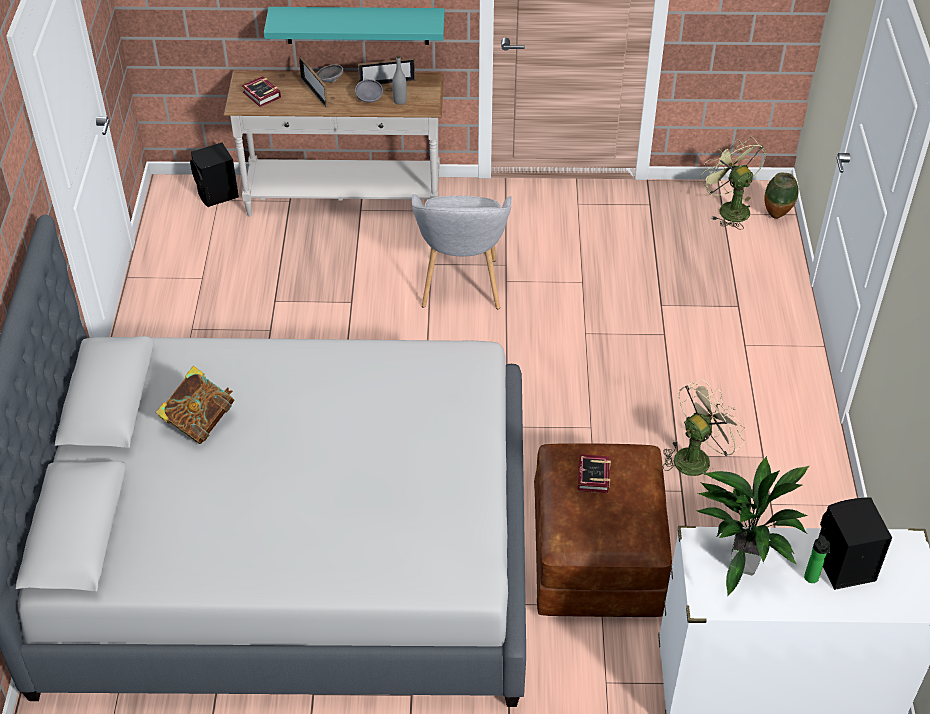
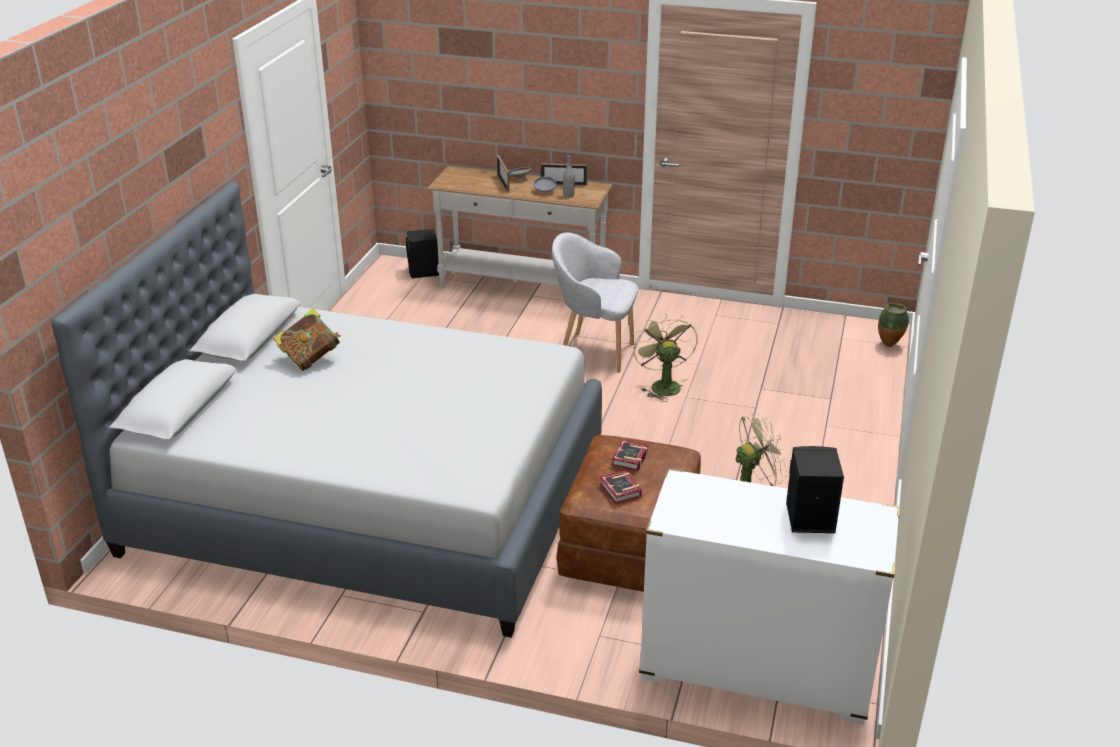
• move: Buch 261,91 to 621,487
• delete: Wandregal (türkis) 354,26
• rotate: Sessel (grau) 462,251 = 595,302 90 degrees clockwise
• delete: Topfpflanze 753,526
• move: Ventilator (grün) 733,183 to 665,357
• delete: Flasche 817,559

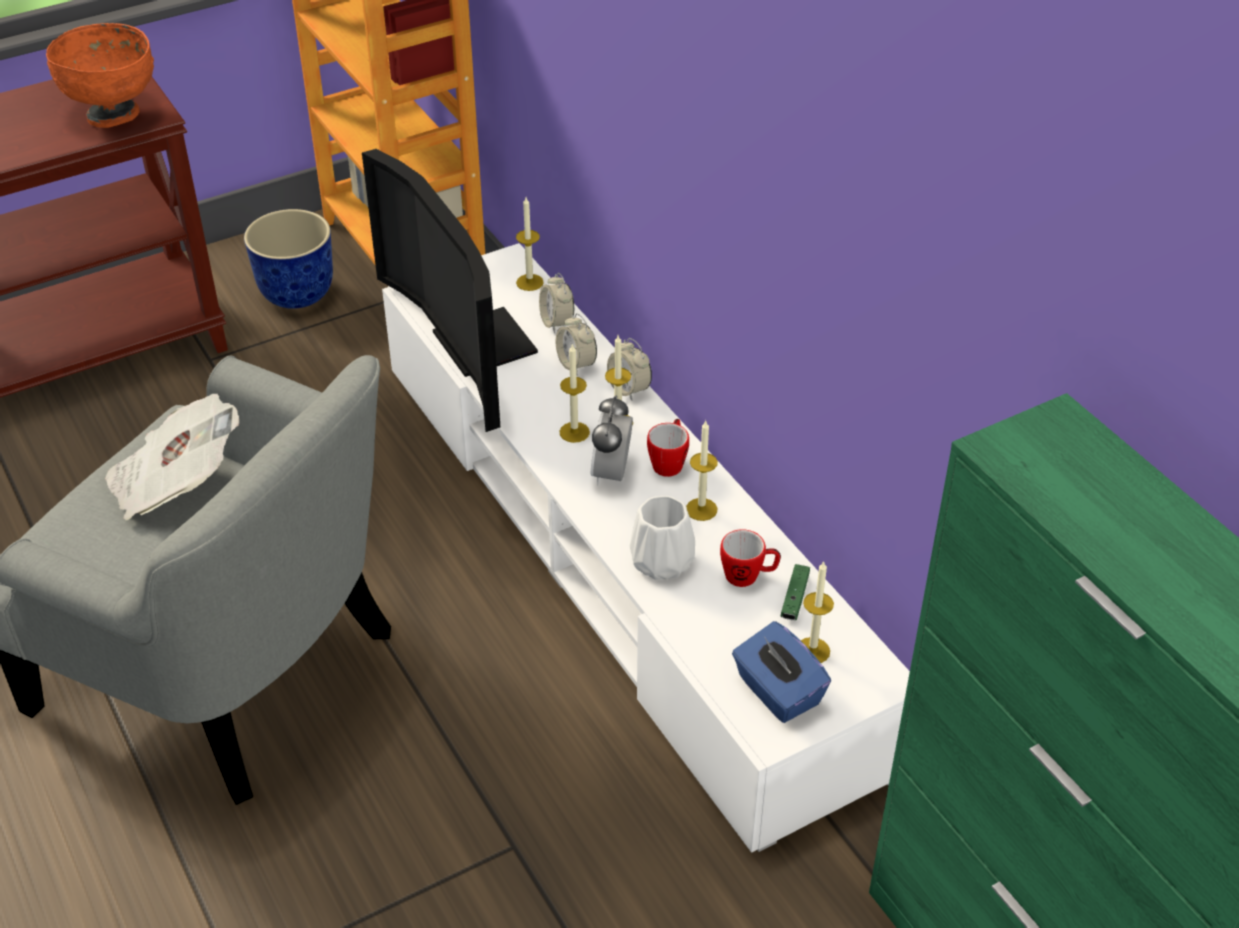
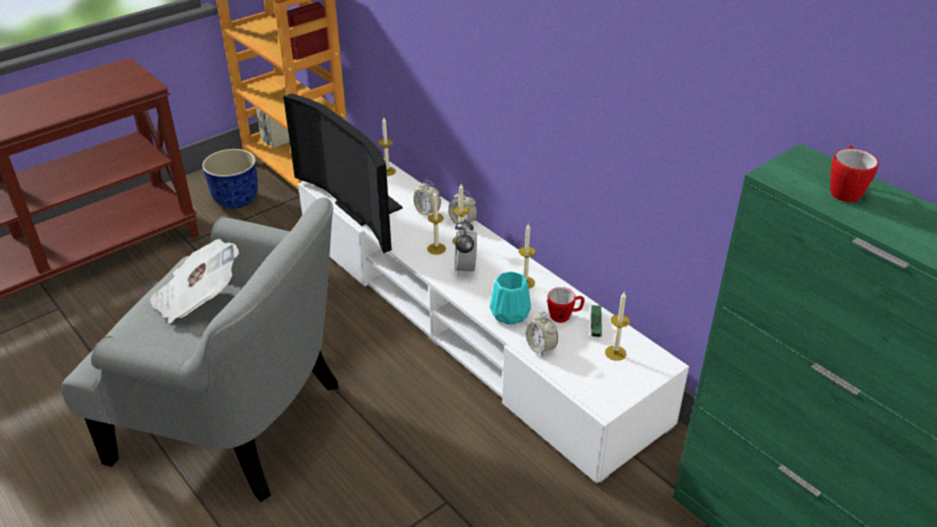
• delete: Schüssel (orange) 100,75
• move: Wecker 556,303 to 542,334
• recolor: Vase (weiß) 662,538 to Vase (türkis) 510,298
• move: Henkelbecher 668,448 to 854,173
• delete: Taschentuchbox (blau) 781,672

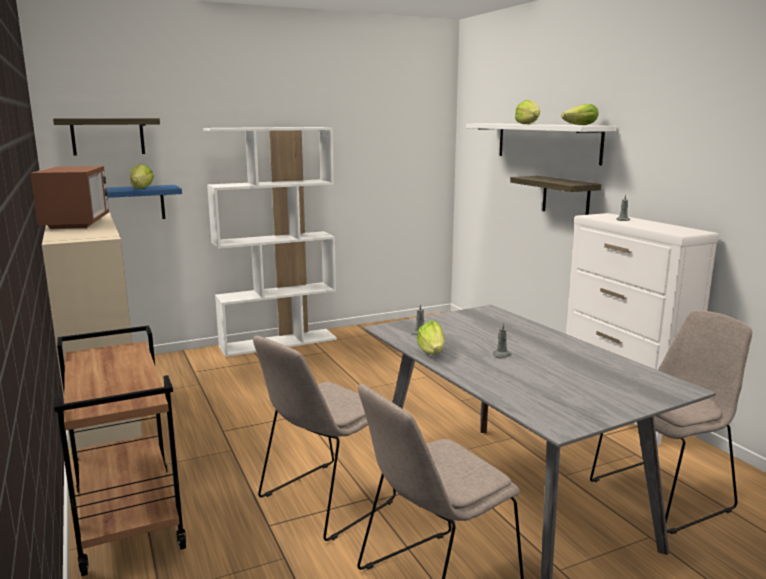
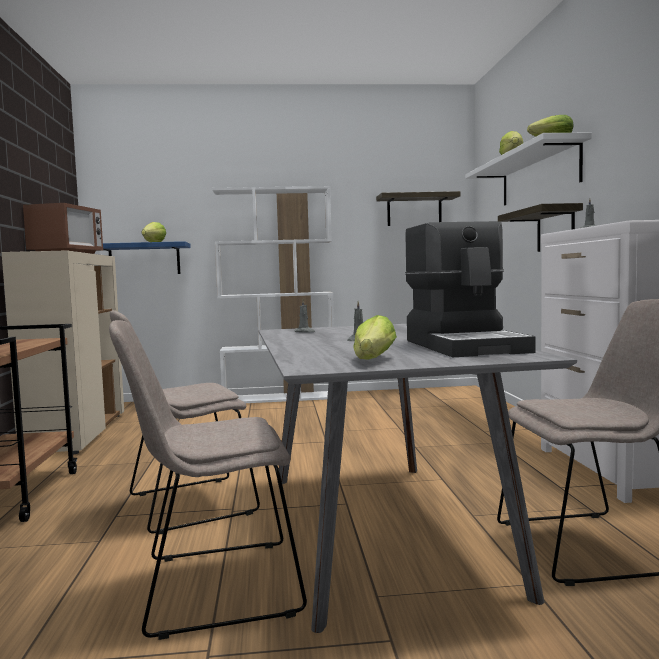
• move: Wandregal 106,137 to 418,208
• move: Salatkopf 430,337 to 375,337
• insert: Kaffeemaschine 470,289

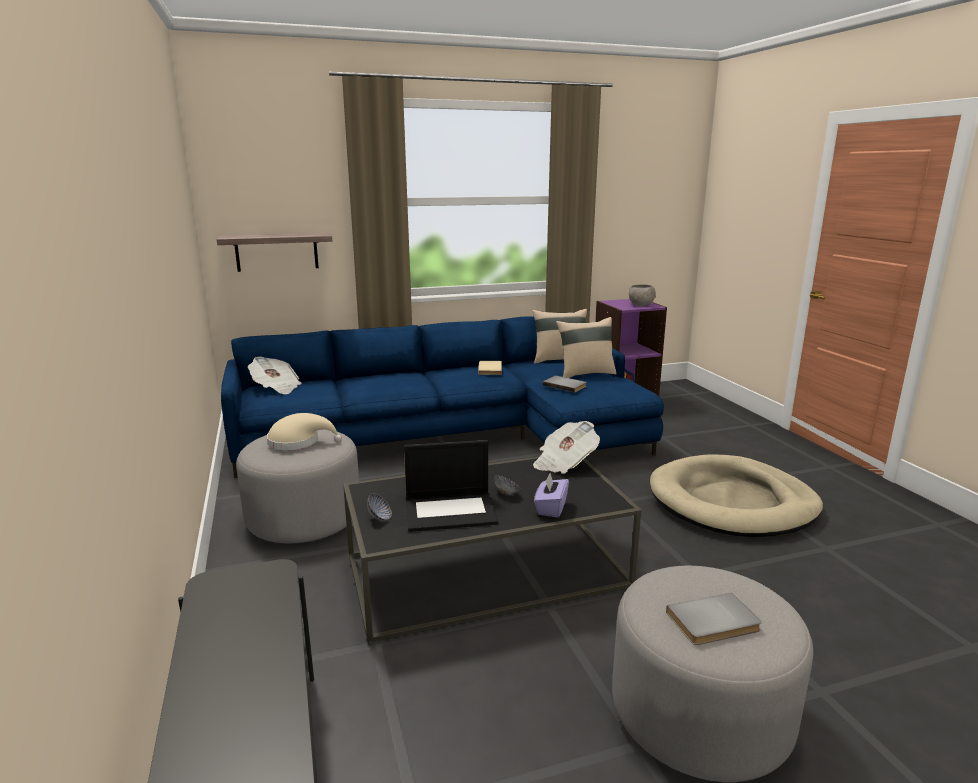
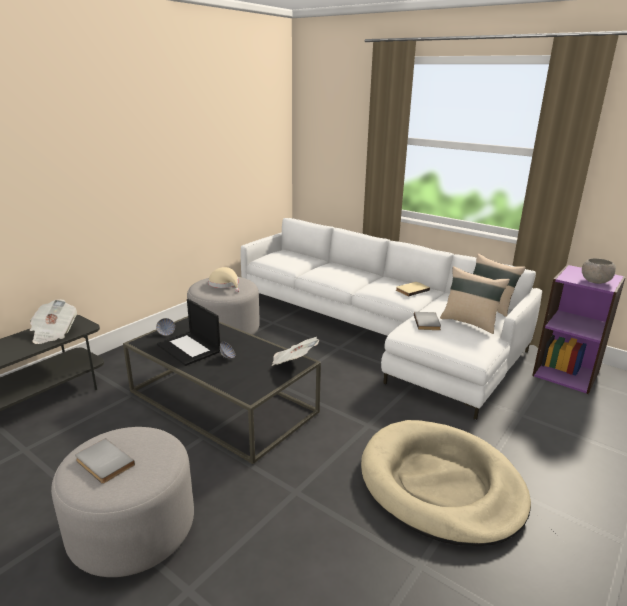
• delete: Wandregal 274,252
• recolor: Sofa (blau) 442,397 to Sofa (weiß) 391,319
• move: Zeitung 274,375 to 53,321
• delete: Taschentuchbox (lila) 551,495

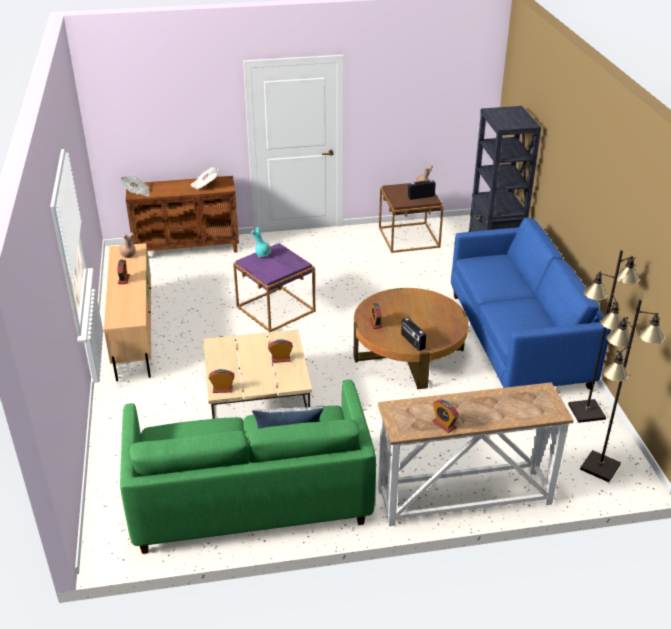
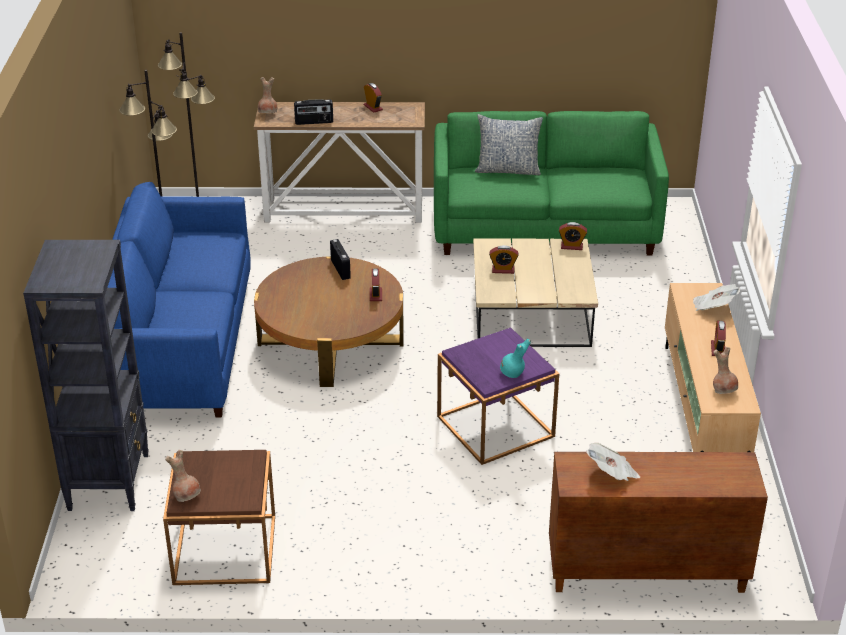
• move: Zeitung 135,186 to 716,297
• move: Radio 422,190 to 313,112
• insert: Vase (braun) 267,95

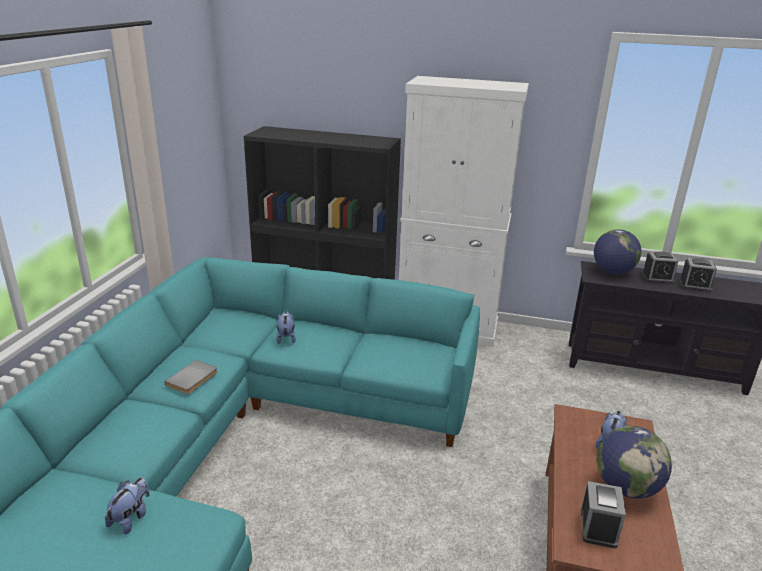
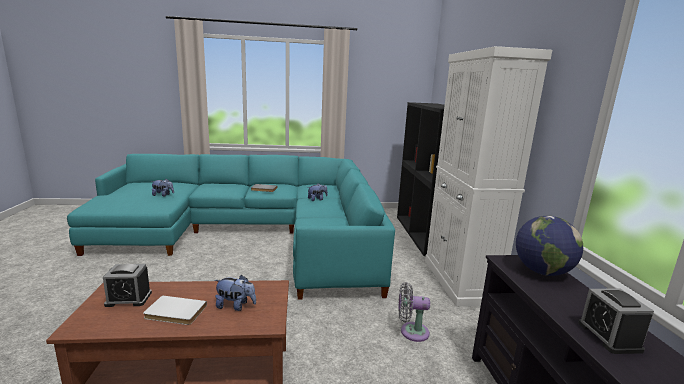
• replace: Globus 634,462 to Buch (weiß) 175,310
• delete: Wecker 659,267
• insert: Ventilator (grau) 414,312

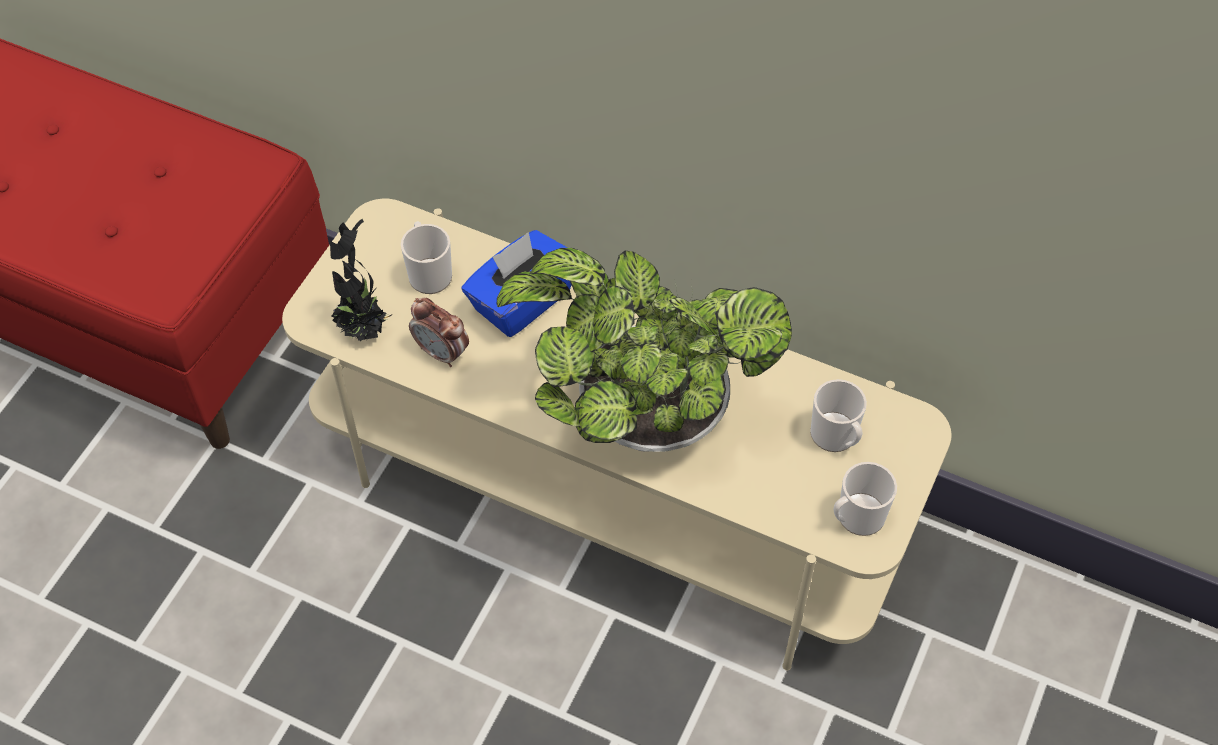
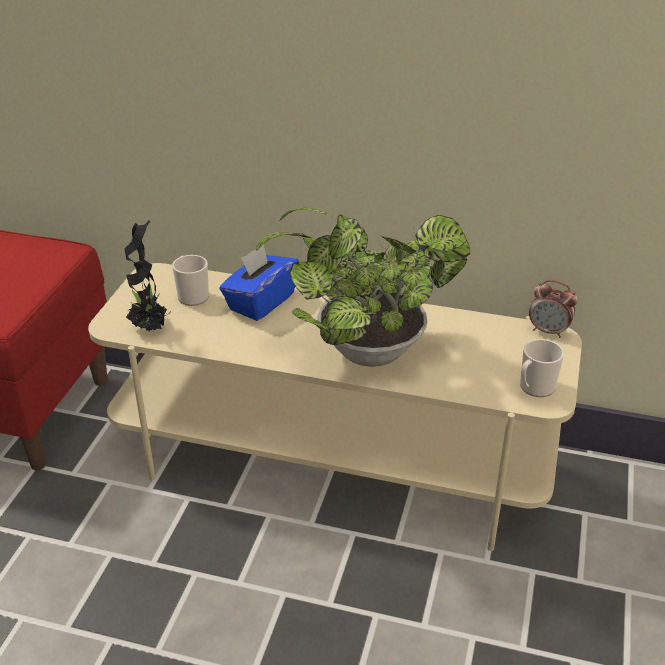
• move: Wecker 439,332 to 553,309
• delete: Henkelbecher 838,415

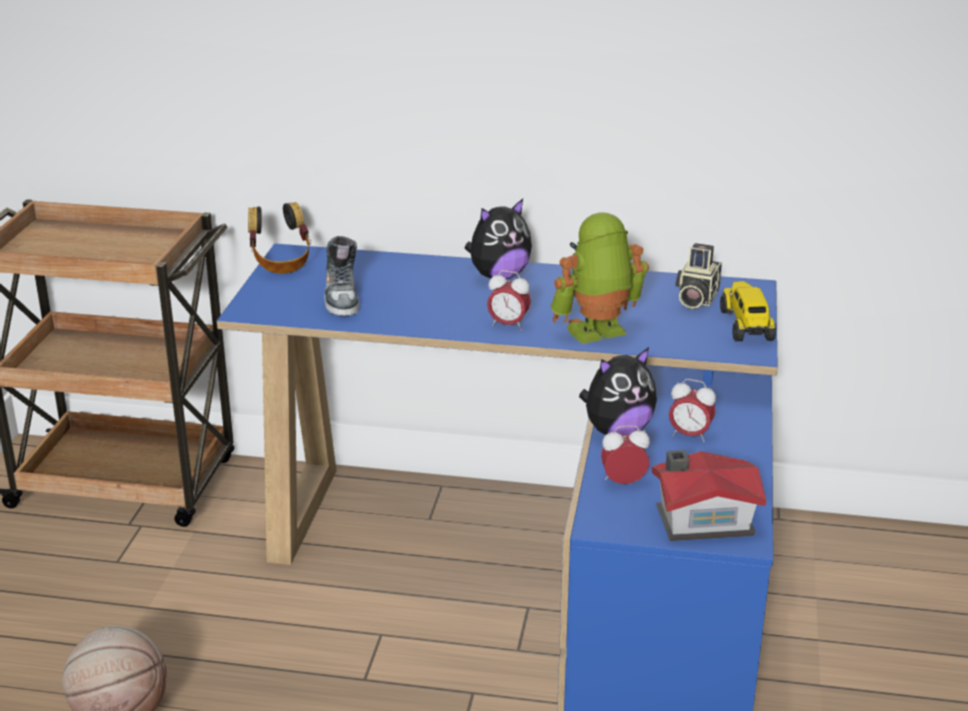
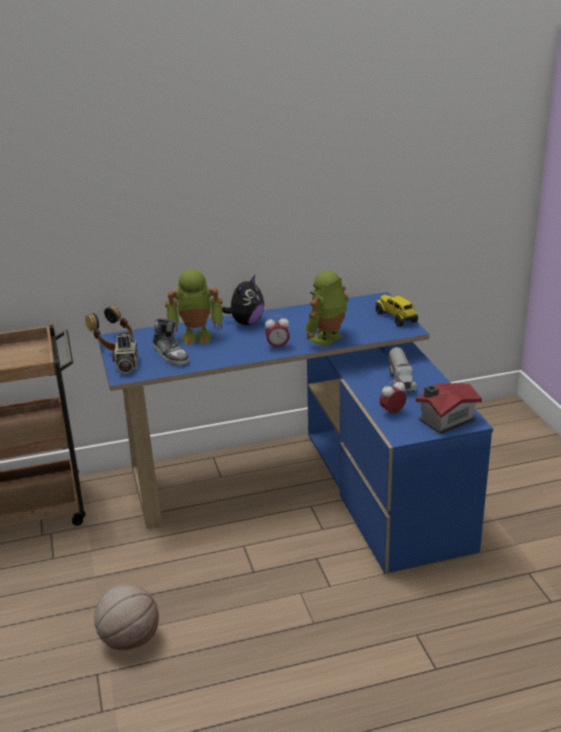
• delete: Plüschtier 618,391
• replace: Wecker 692,410 to Spielzeuglaster 403,369
• move: Kamera 698,276 to 125,353
• insert: Spielzeugroboter 194,307

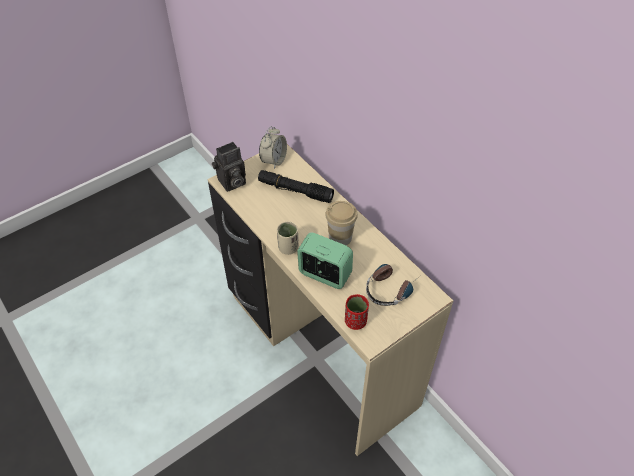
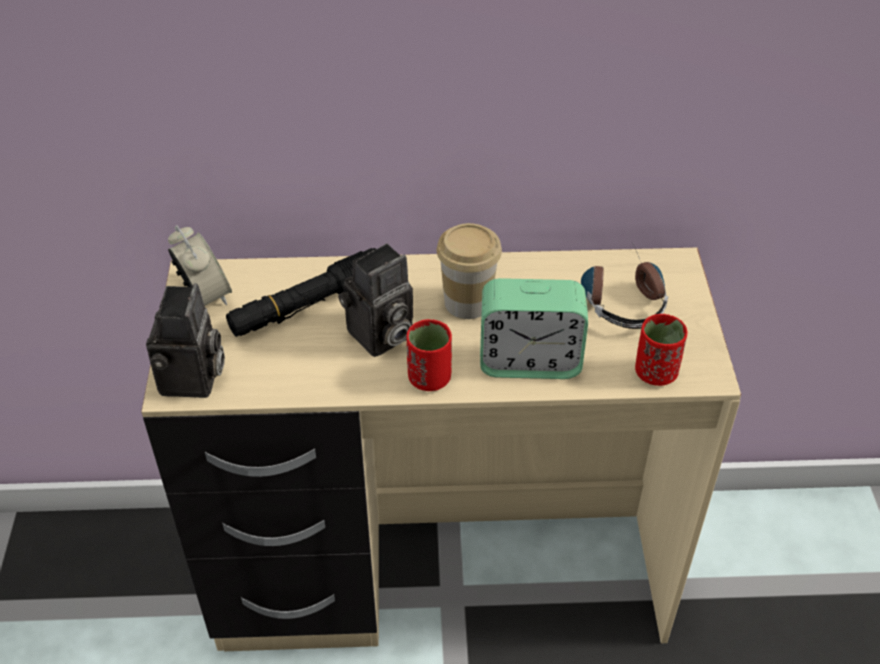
• recolor: Tasse (beige) 288,238 to Tasse (rot) 429,355
• rotate: Wecker 325,260 = 534,328 150 degrees counterclockwise
• insert: Kamera 375,300

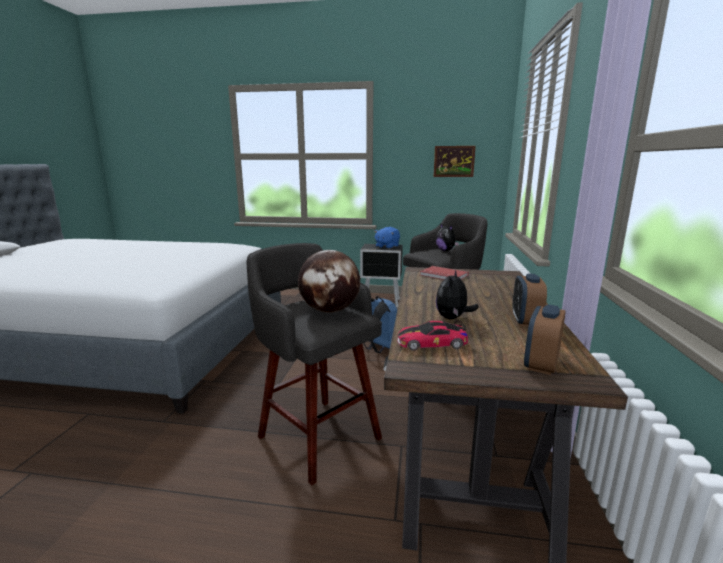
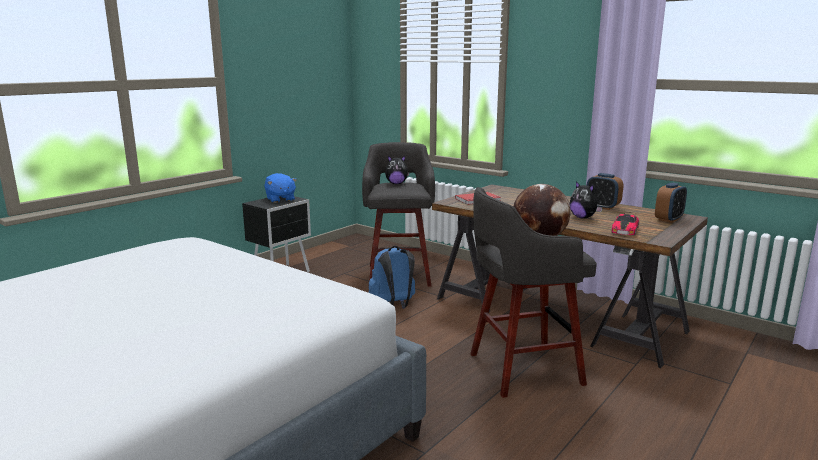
• delete: Bild 454,161
• rotate: Wecker 545,339 = 671,203 105 degrees counterclockwise

